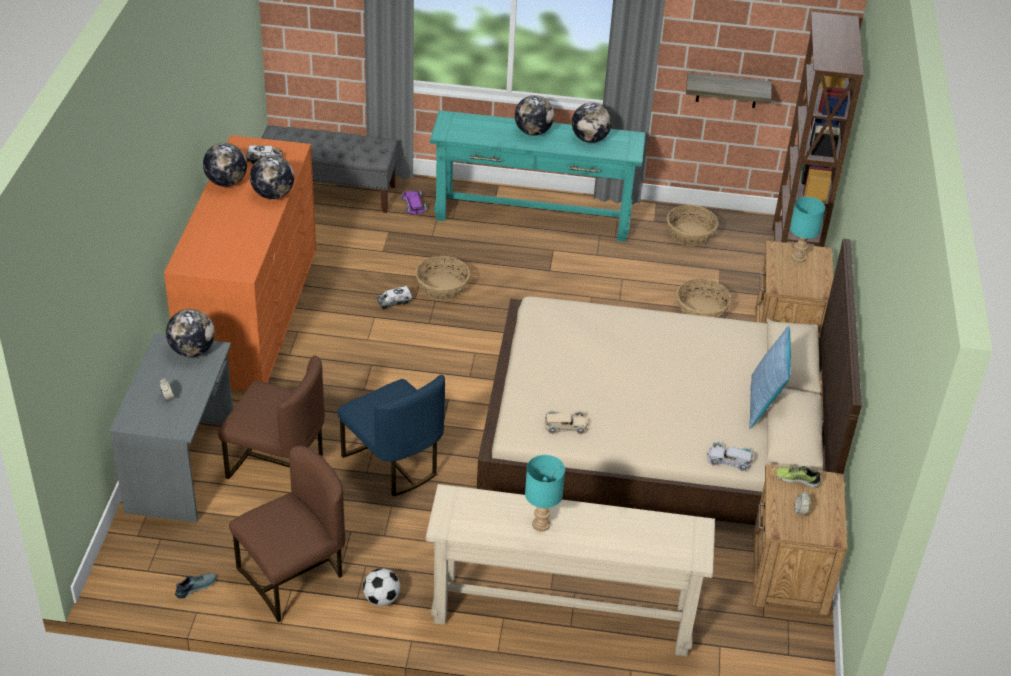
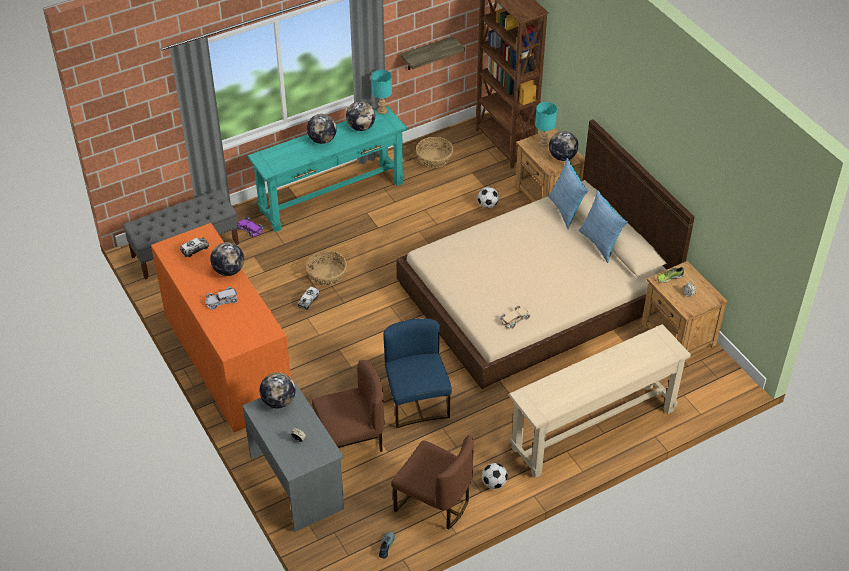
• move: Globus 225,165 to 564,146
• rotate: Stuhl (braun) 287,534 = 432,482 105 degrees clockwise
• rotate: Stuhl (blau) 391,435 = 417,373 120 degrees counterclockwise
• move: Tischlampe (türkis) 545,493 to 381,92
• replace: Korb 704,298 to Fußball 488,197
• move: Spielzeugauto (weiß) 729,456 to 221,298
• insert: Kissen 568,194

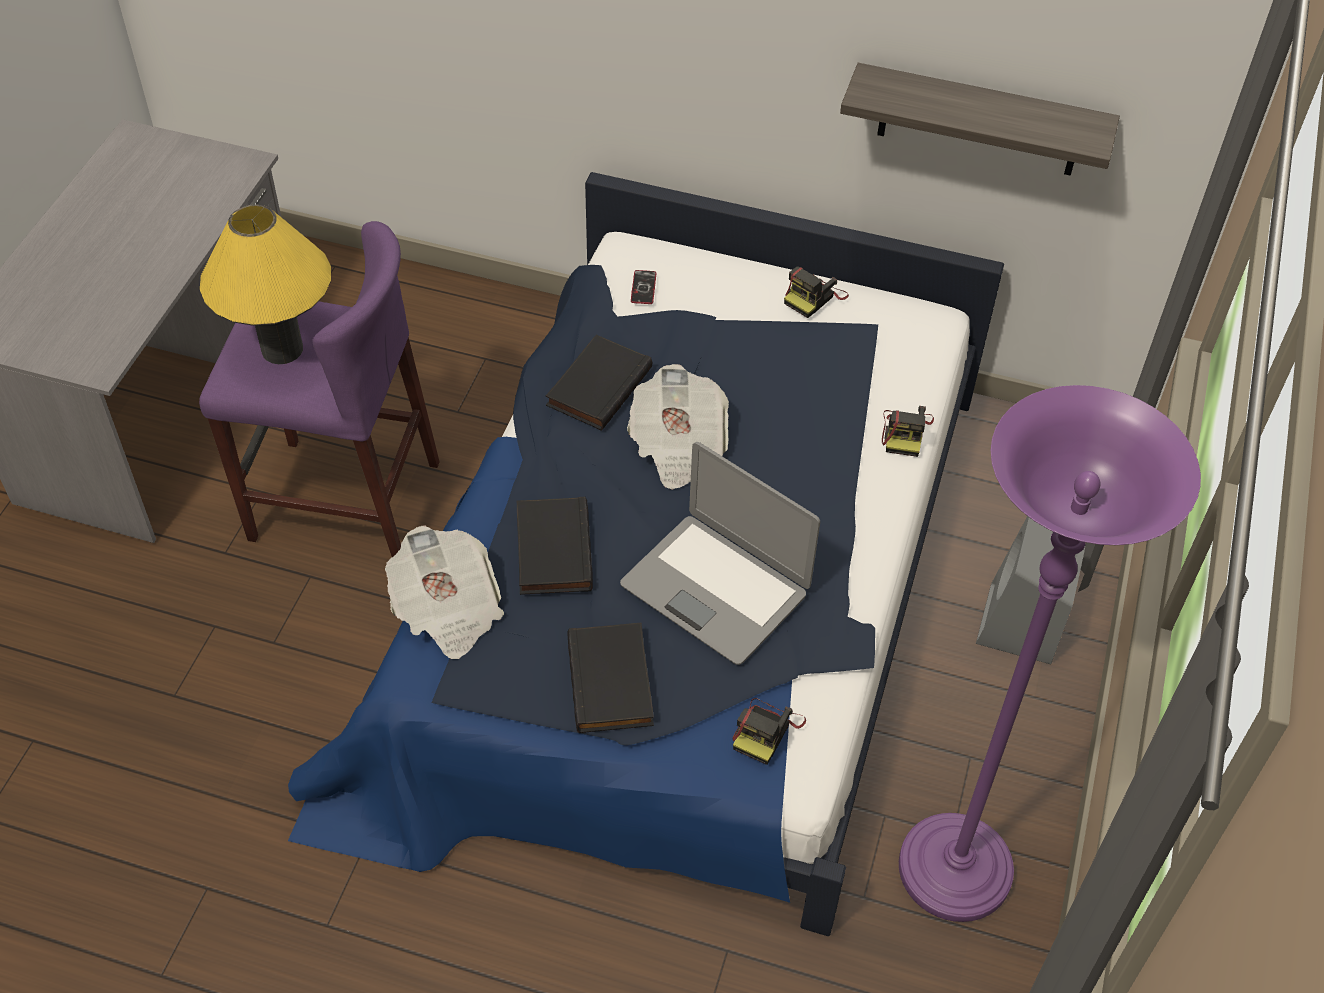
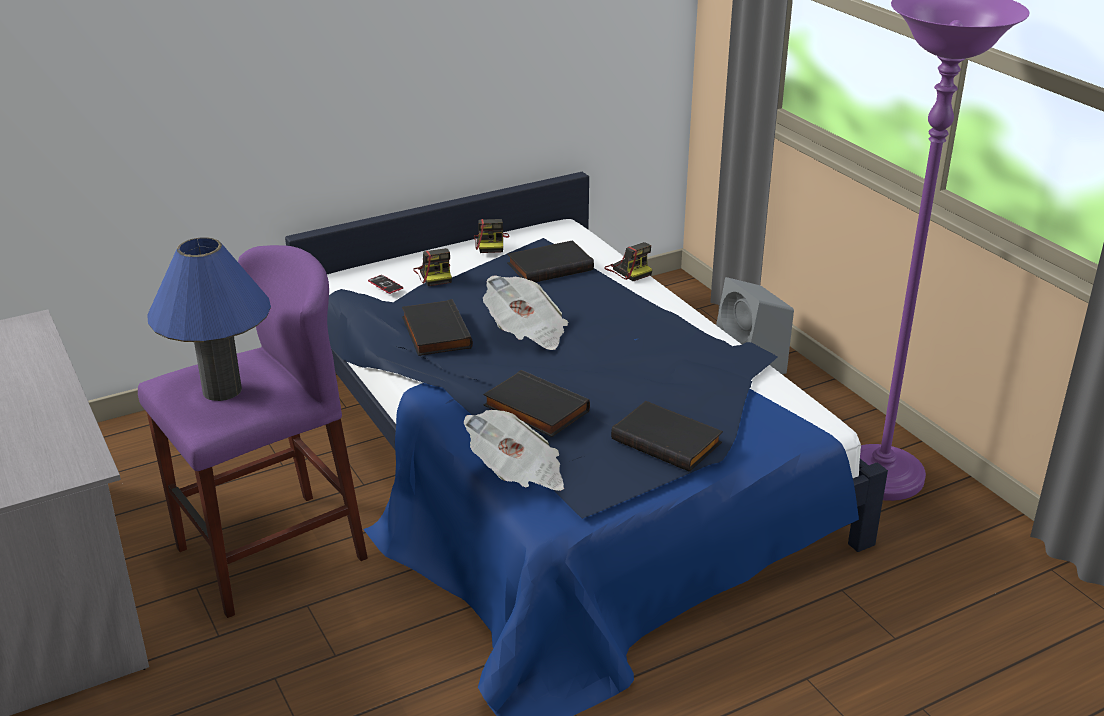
• recolor: Tischlampe (gelb) 265,284 to Tischlampe (blau) 209,319
• delete: Laptop 720,553
• move: Kamera 769,731 to 432,267
• delete: Wandregal 980,119
• insert: Buch (schwarz) 550,261

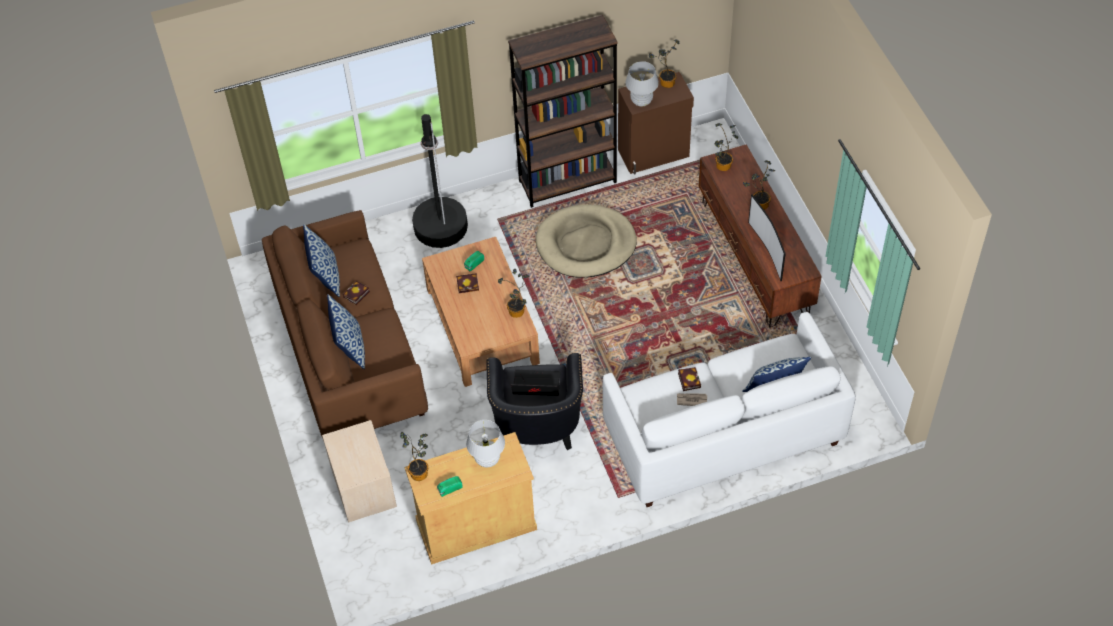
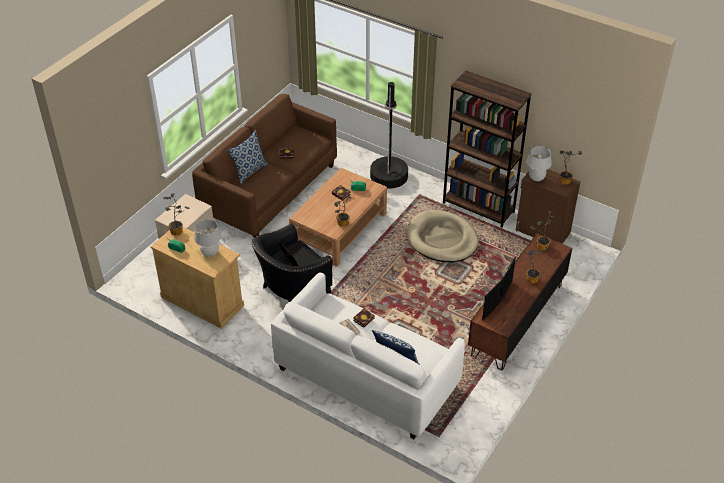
• delete: Kissen 321,260

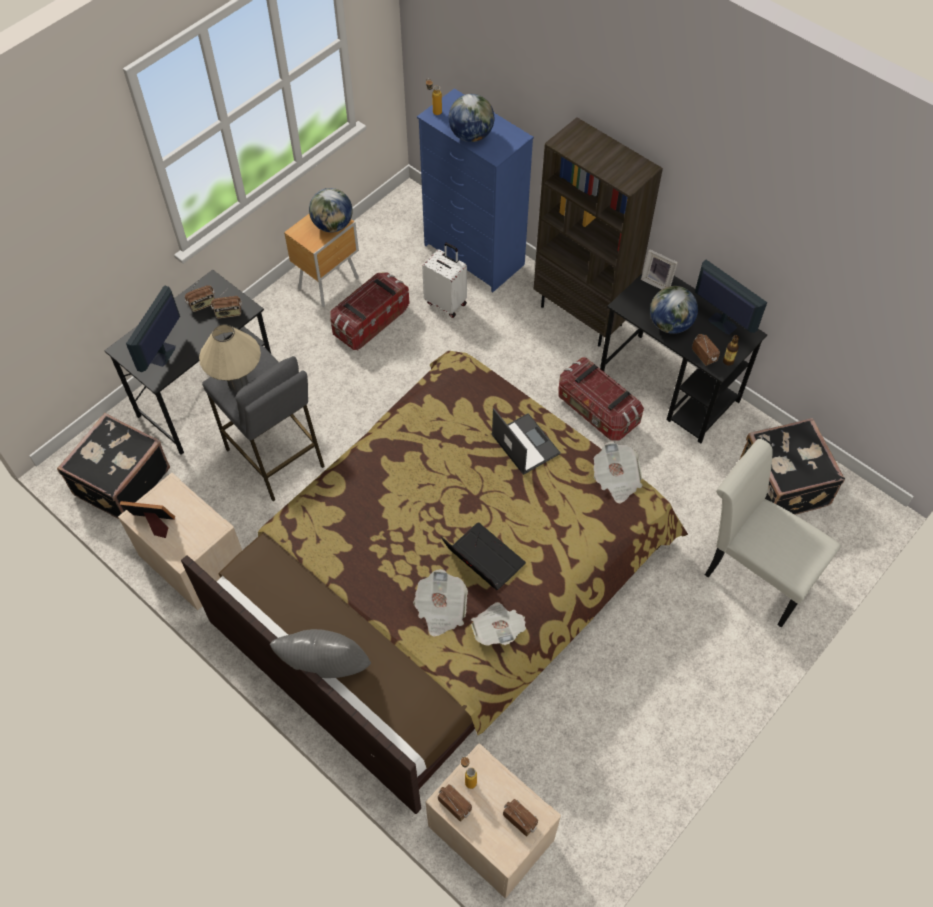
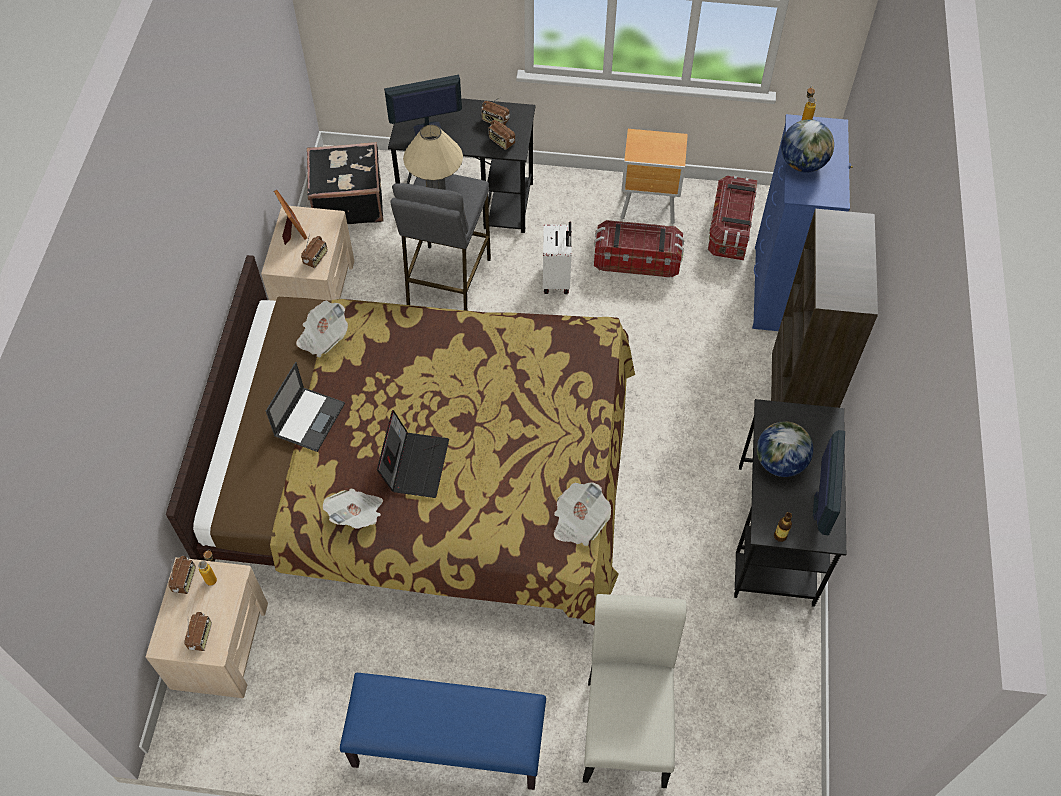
• delete: Kissen (grau) 320,653
• delete: Globus 331,210
• move: Zeitung 440,603 to 322,329
• move: Koffer (weiß) 444,280 to 557,257
• move: Laptop 526,441 to 305,407
• move: Aufbewahrungsbox 601,399 to 732,218
• delete: Bilderrahmen 659,269
• move: Radio 706,350 to 314,250
• delete: Koffer (schwarz) 792,466
• insert: Bank (blau) 443,731

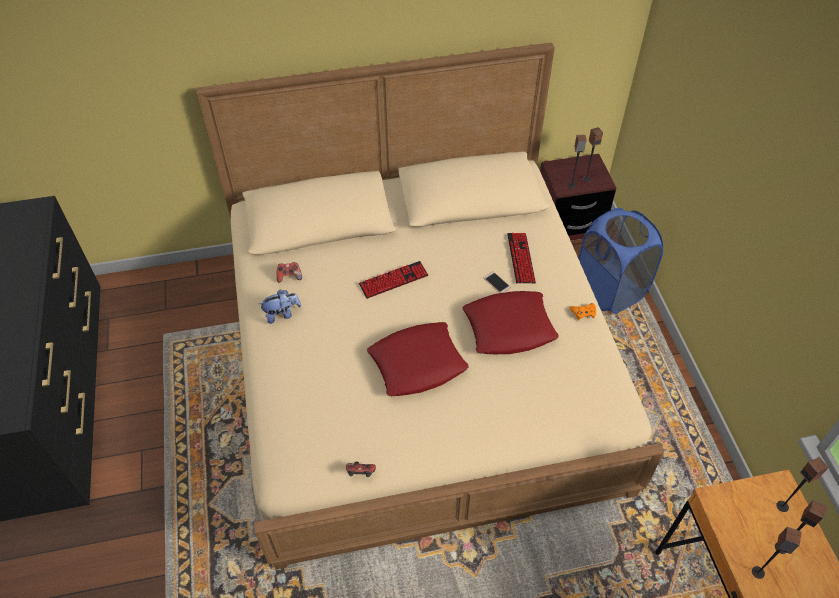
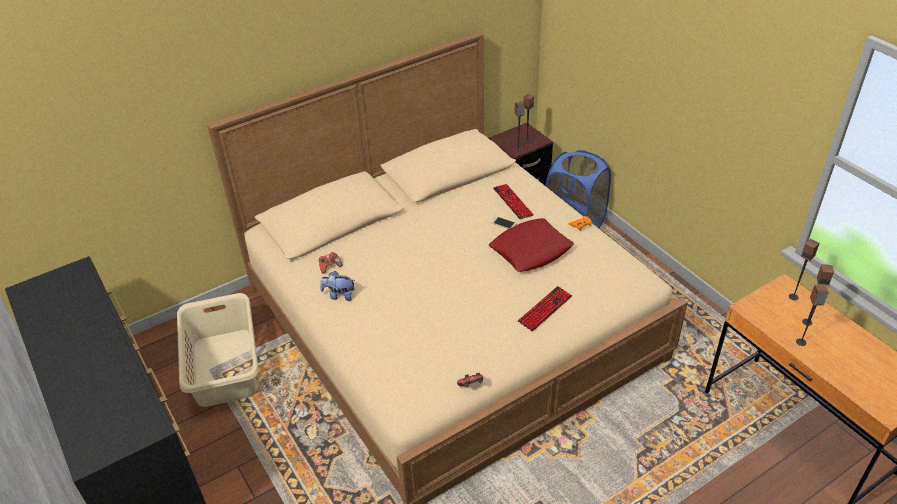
• rotate: Plüschtier 280,306 = 337,286 135 degrees counterclockwise
• move: Tastatur 393,280 to 545,309
• delete: Kissen (rot) 417,359
• insert: Wäschekorb (beige) 218,350

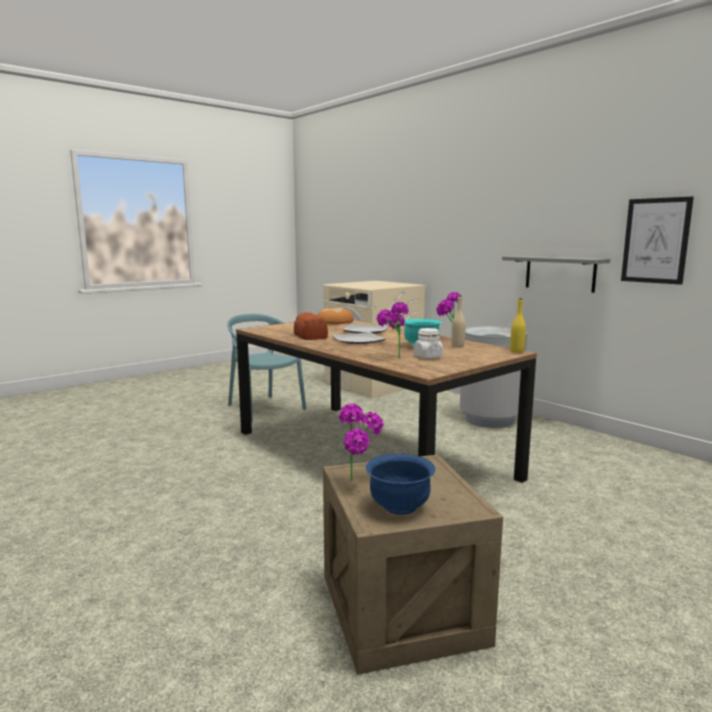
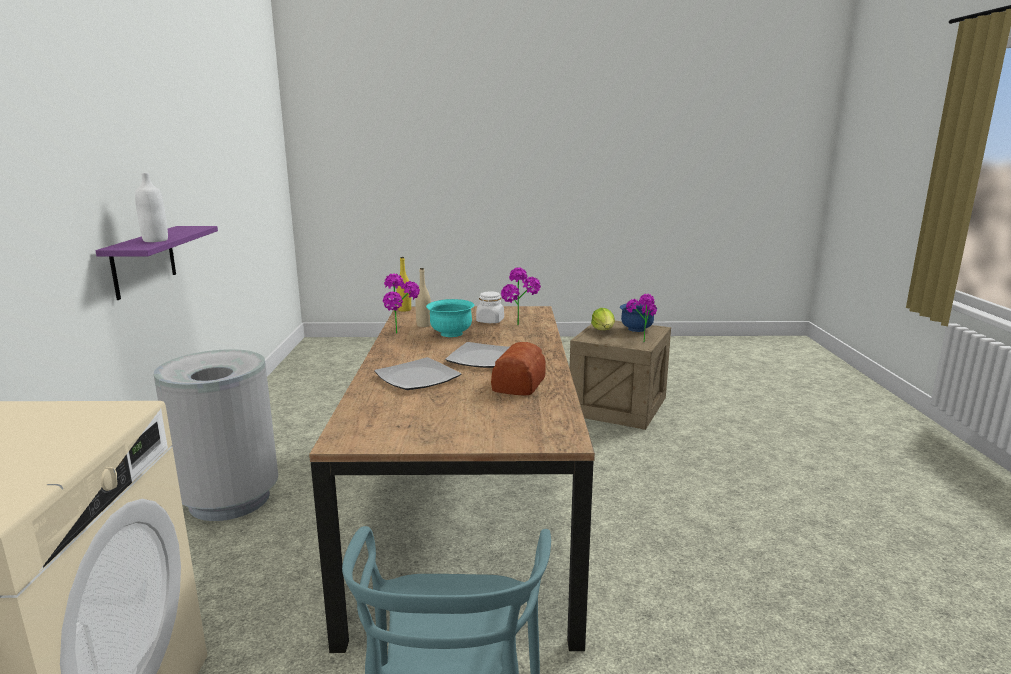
• delete: Brot 335,316
• recolor: Wandregal (grau) 556,274 to Wandregal (lila) 157,263
• delete: Bild 657,241
• insert: Flasche (weiß) 151,207
• insert: Salatkopf 603,319

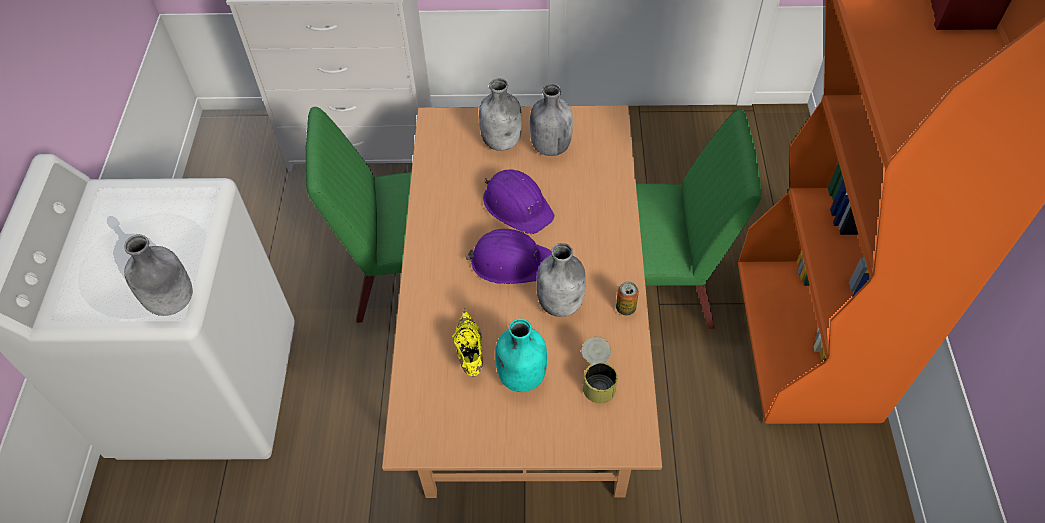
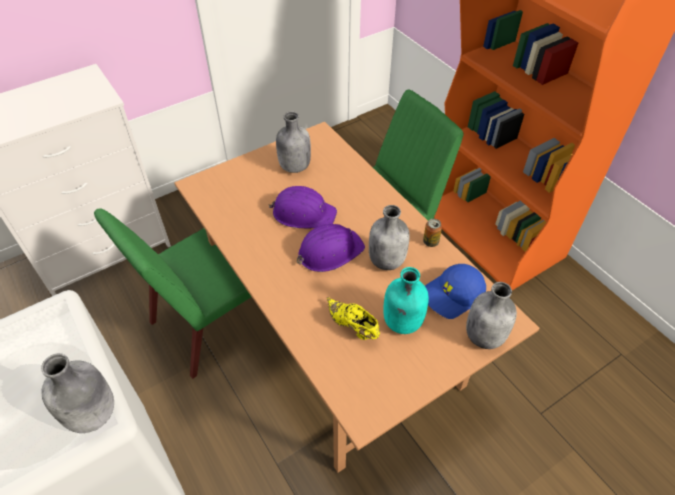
• move: Flasche (grau) 500,114 to 491,315
• replace: Dose 599,370 to Kappe (blau) 455,291

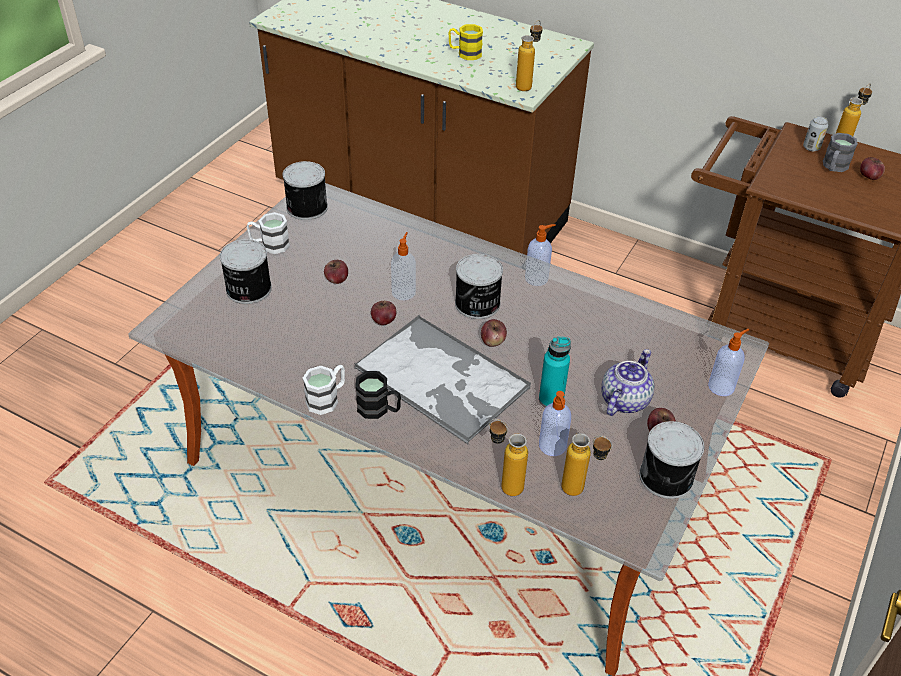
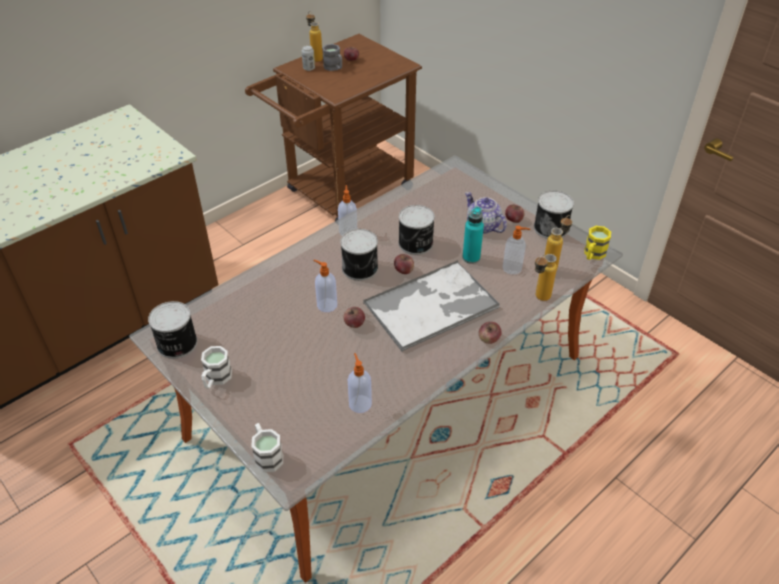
• move: Dose 246,271 to 416,230
• move: Henkelbecher (weiß) 324,390 to 267,447
• move: Apfel 336,272 to 490,333
• delete: Henkelbecher (schwarz) 378,395
• move: Henkelbecher (gelb) 465,42 to 597,243
• delete: Flasche 529,55
• move: Seifenspender 728,362 to 360,383

